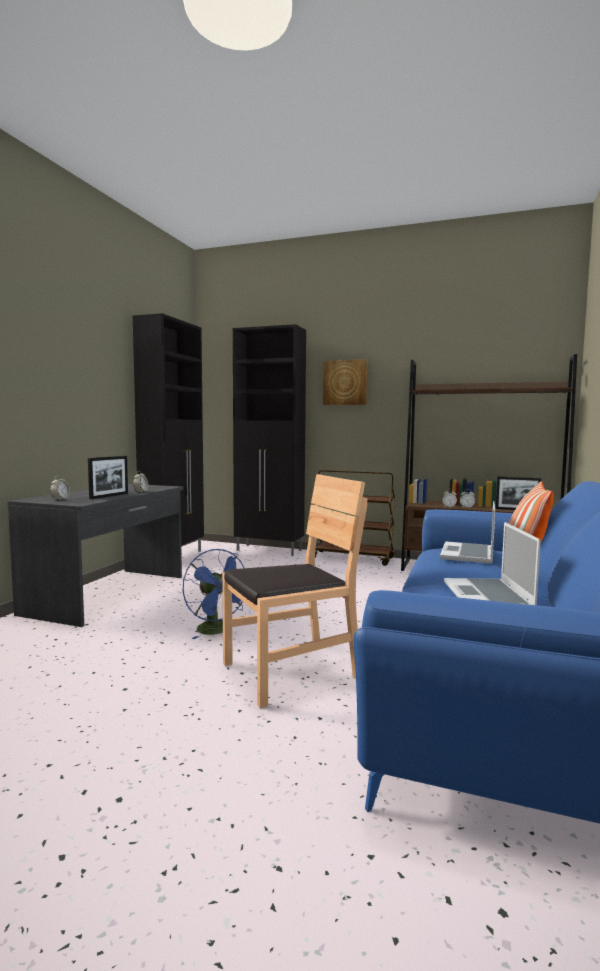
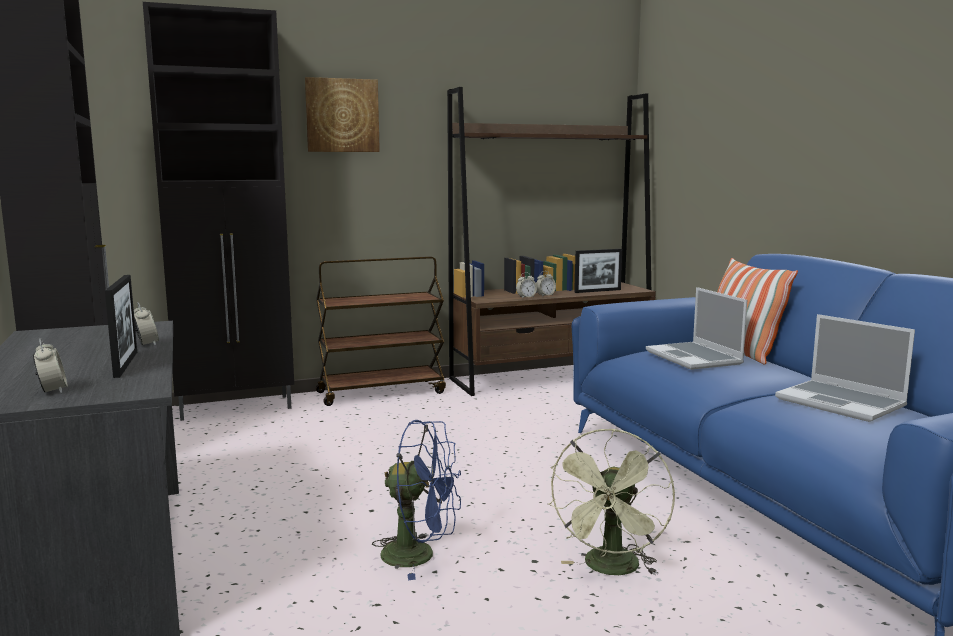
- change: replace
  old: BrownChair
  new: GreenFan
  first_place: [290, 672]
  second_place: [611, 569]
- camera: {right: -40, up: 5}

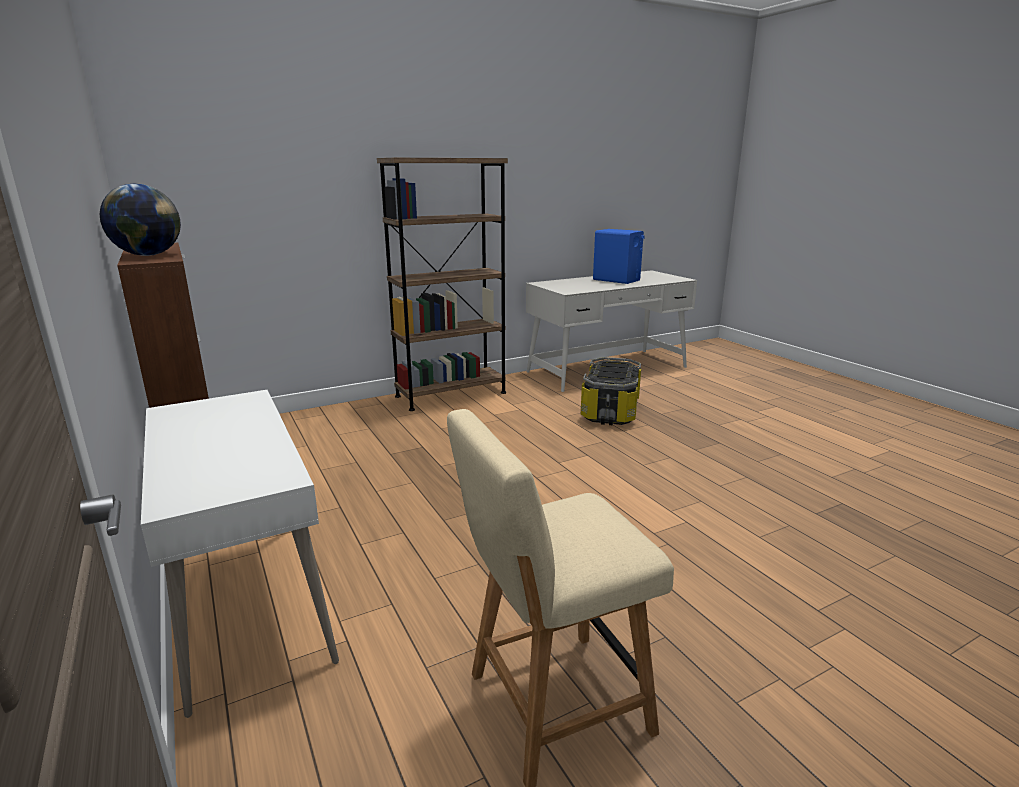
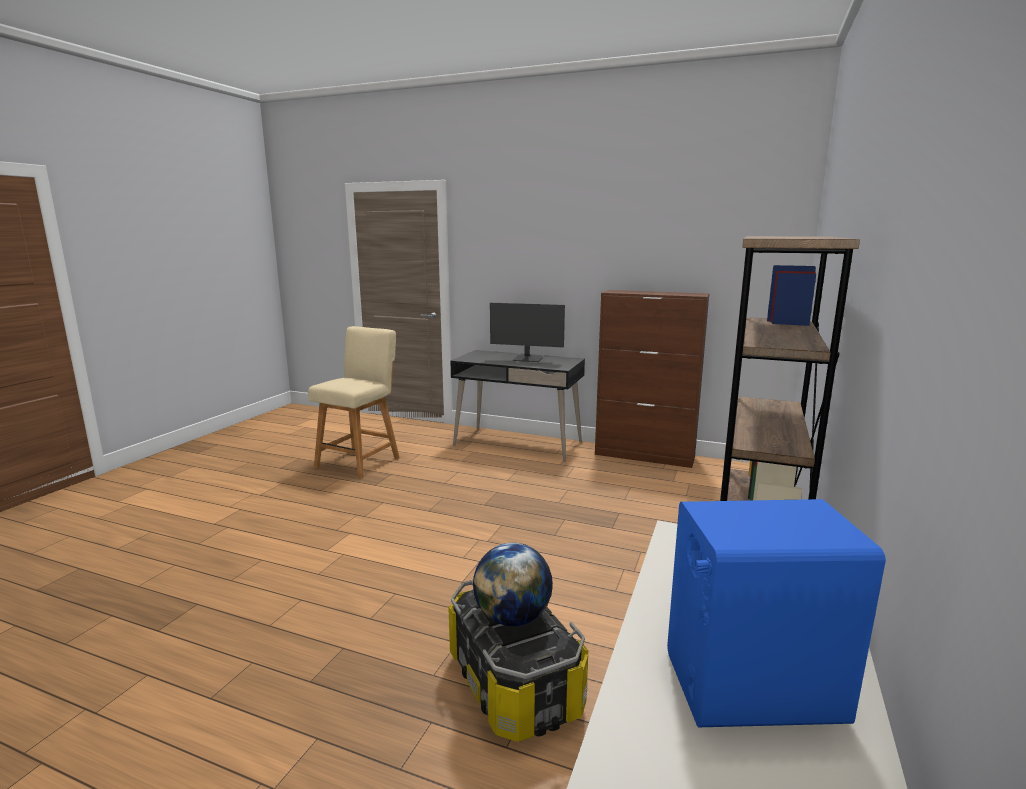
- change: move
  old: Globe
  first_place: [148, 255]
  second_place: [513, 617]
- change: recolor
  old: WhiteDesk
  new: BlackDesk
  first_place: [247, 604]
  second_place: [518, 444]
- change: insert
  new: Monitor
  second_place: [527, 359]
- camera: {right: 140, up: -5}

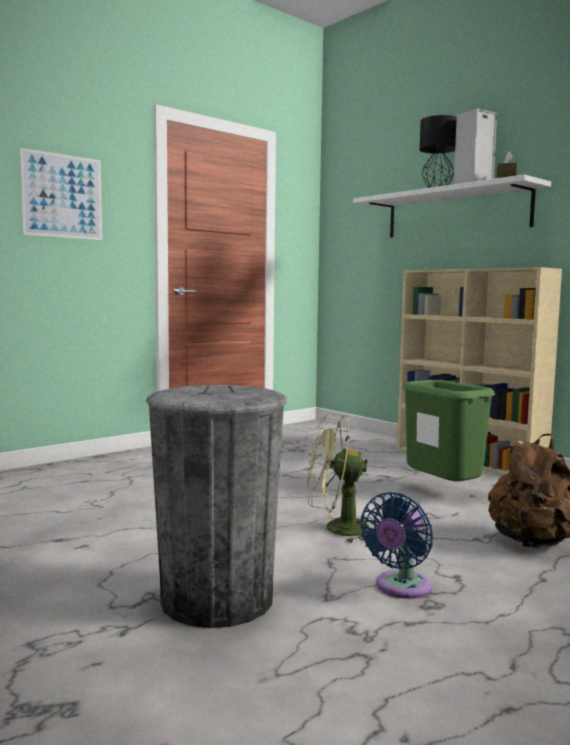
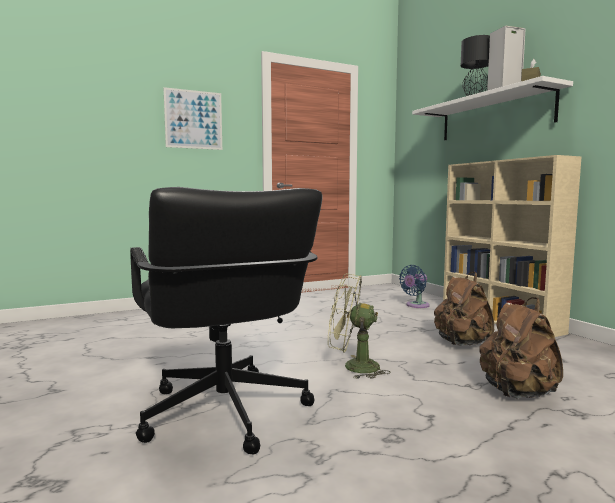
- change: replace
  old: GreyTrashCan
  new: BlackOfficeChair
  first_place: [217, 599]
  second_place: [224, 413]
- change: move
  old: BlueFan
  first_place: [400, 588]
  second_place: [416, 305]
- change: replace
  old: GreenTrashCan
  new: BrownBackpack
  first_place: [443, 492]
  second_place: [461, 344]
- camera: {right: 15, up: 0}

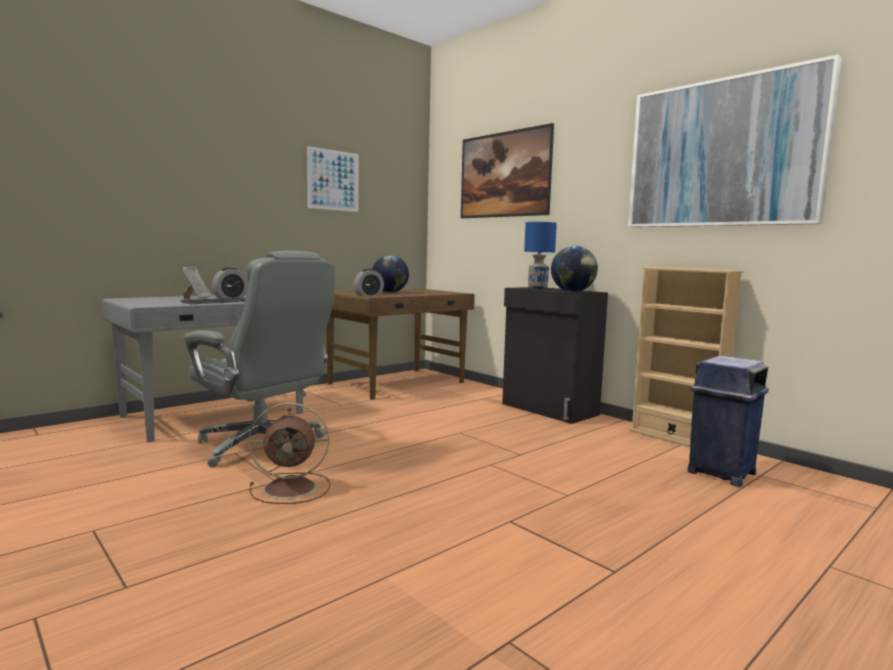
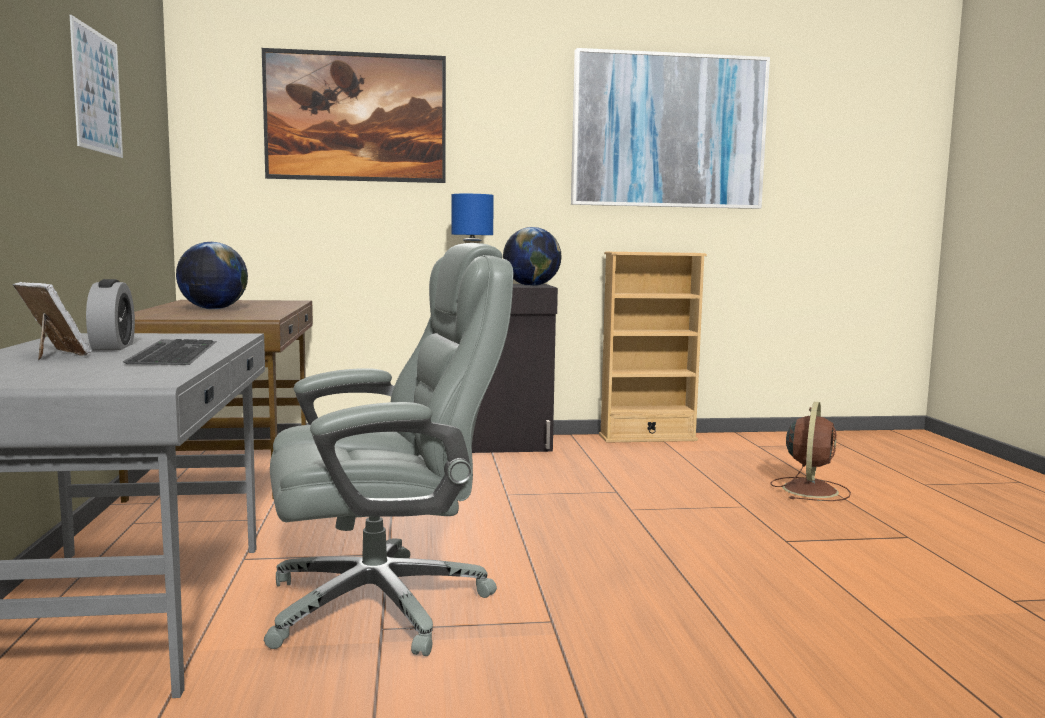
- change: move
  old: BrownFan
  first_place: [292, 488]
  second_place: [810, 489]
- change: delete
  old: AlarmClock
  first_place: [368, 295]
- change: delete
  old: BlueTrashCan
  first_place: [720, 473]
- camera: {right: -55, up: 0}

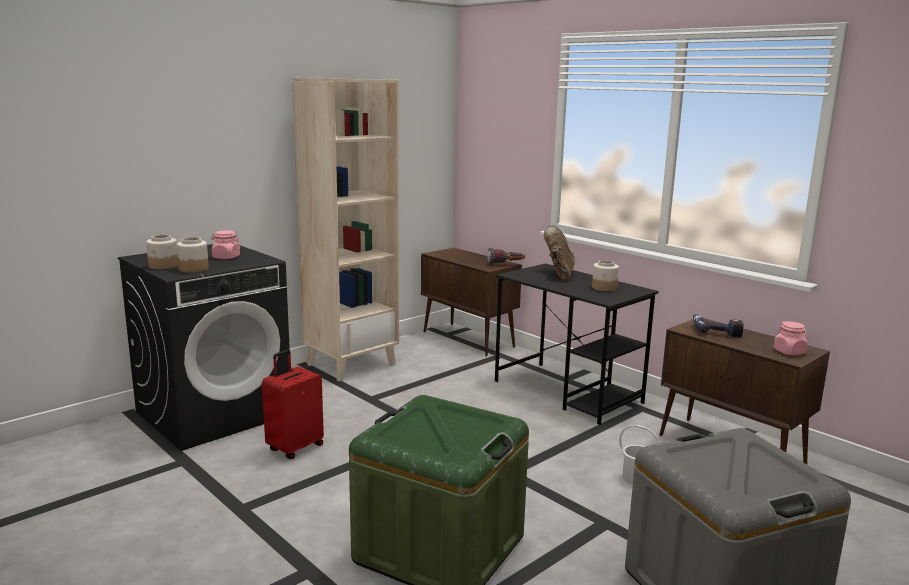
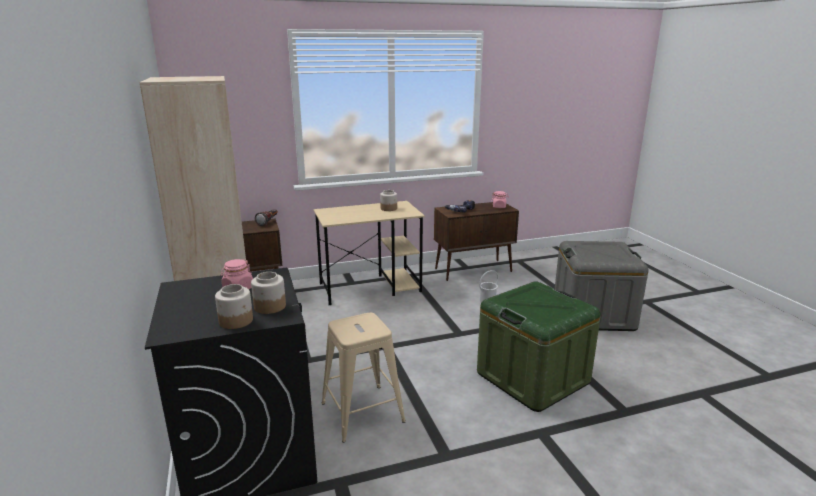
- change: replace
  old: RedSuitcase
  new: BeigeStool
  first_place: [294, 448]
  second_place: [363, 412]
- change: recolor
  old: BlackDesk
  new: BeigeDesk
  first_place: [568, 392]
  second_place: [371, 287]
- change: delete
  old: BrownBoot
  first_place: [559, 274]
- camera: {right: -65, up: 5}

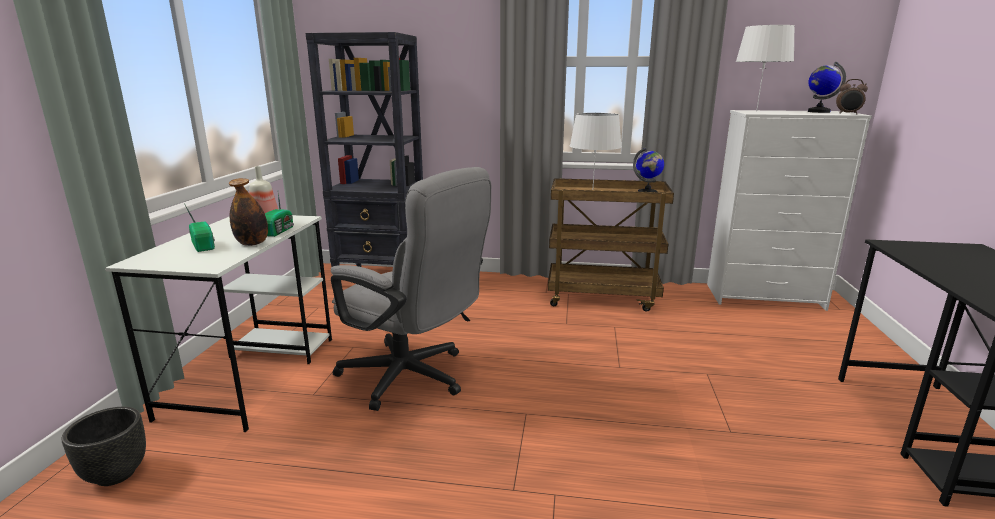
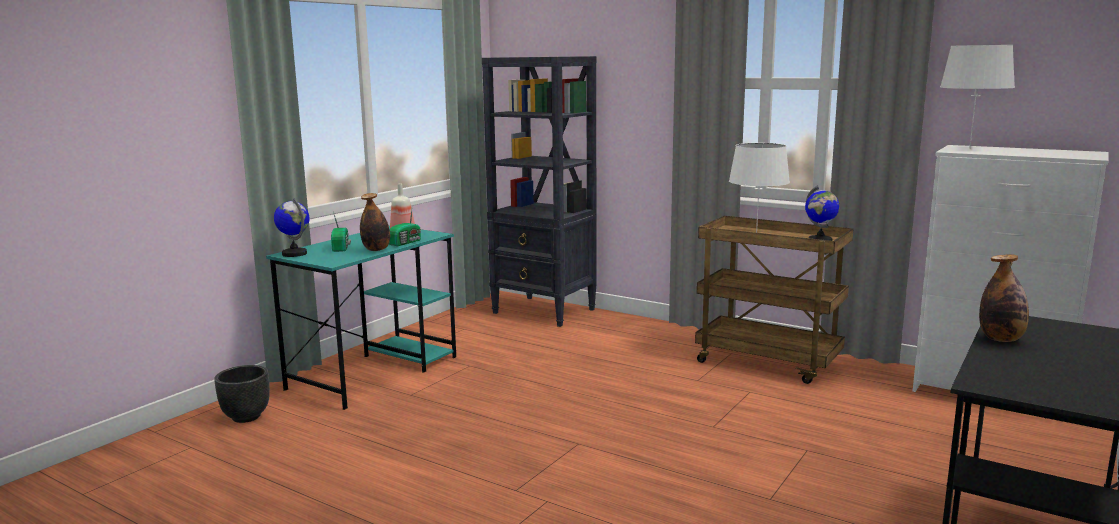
- change: recolor
  old: WhiteDesk
  new: TurquoiseDesk
  first_place: [253, 374]
  second_place: [375, 372]
- change: delete
  old: GreyOfficeChair
  first_place: [413, 378]
- change: move
  old: Globe
  first_place: [818, 112]
  second_place: [294, 254]
- change: delete
  old: AlarmClock
  first_place: [848, 114]
- change: insert
  new: Bottle
  second_place: [1001, 339]
- camera: {right: 25, up: -5}

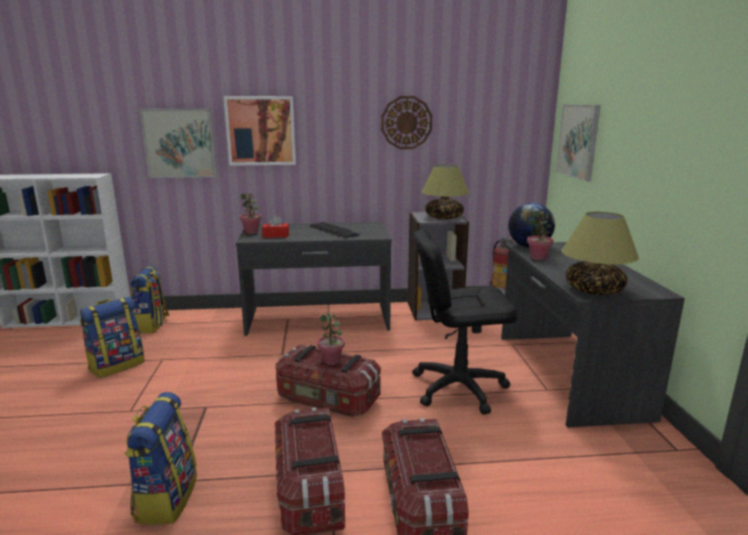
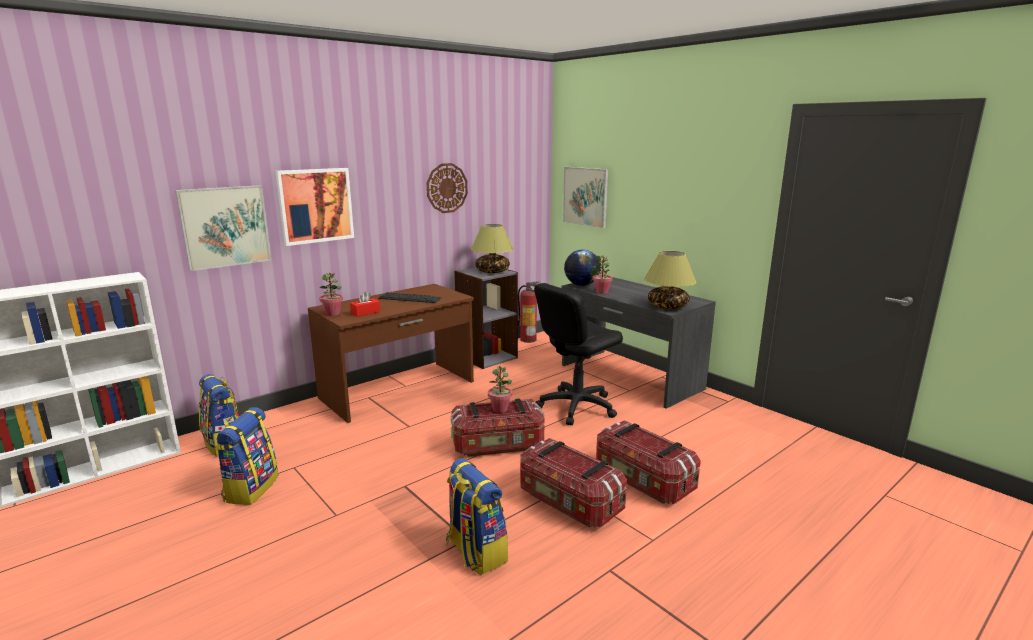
- change: recolor
  old: GreyDesk
  new: BrownDesk
  first_place: [318, 319]
  second_place: [399, 390]
- camera: {right: -35, up: 0}

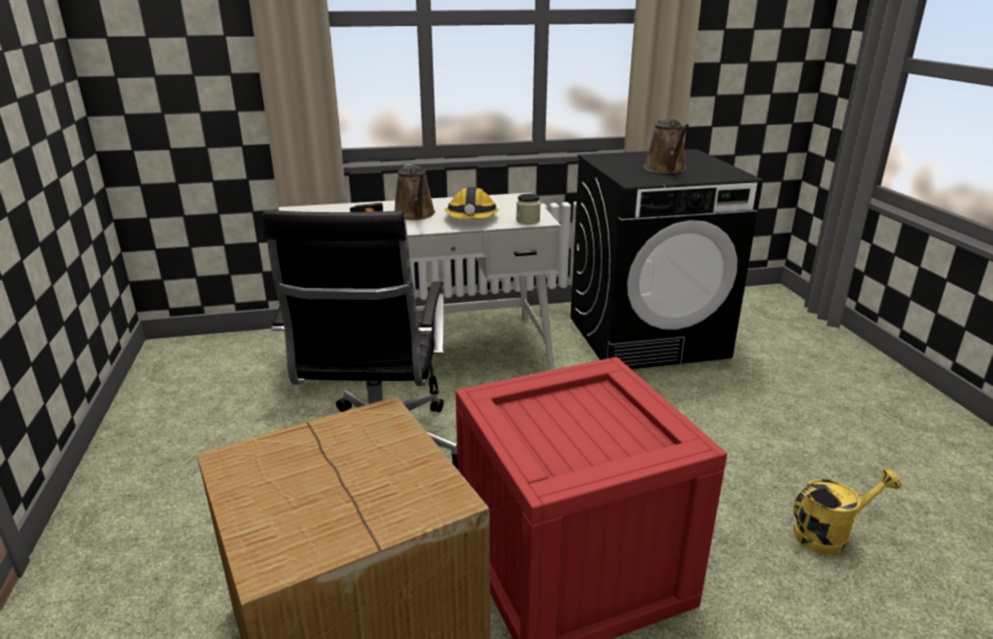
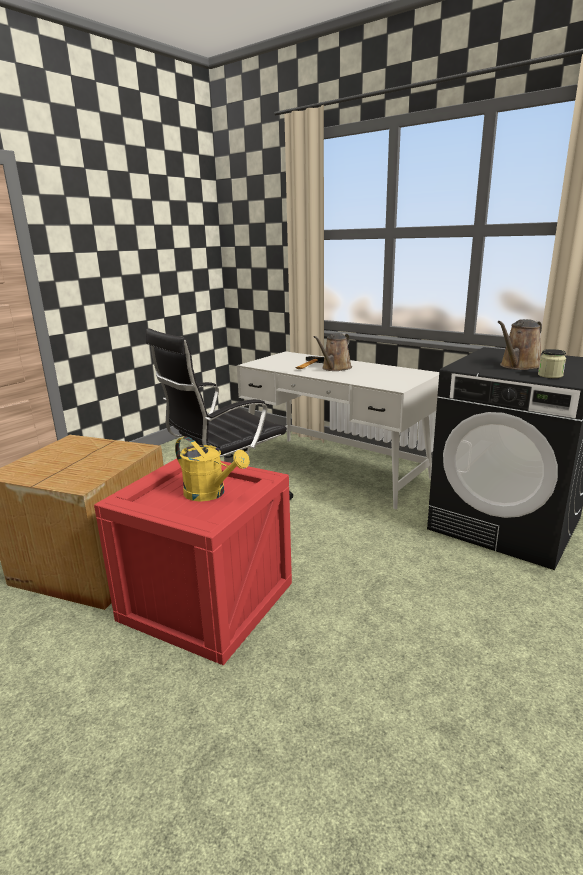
- change: delete
  old: HardHat
  first_place: [472, 219]
- change: move
  old: Jar
  first_place: [528, 220]
  second_place: [550, 375]
- change: move
  old: YellowWateringCan
  first_place: [829, 534]
  second_place: [210, 494]
- camera: {right: 50, up: -5}

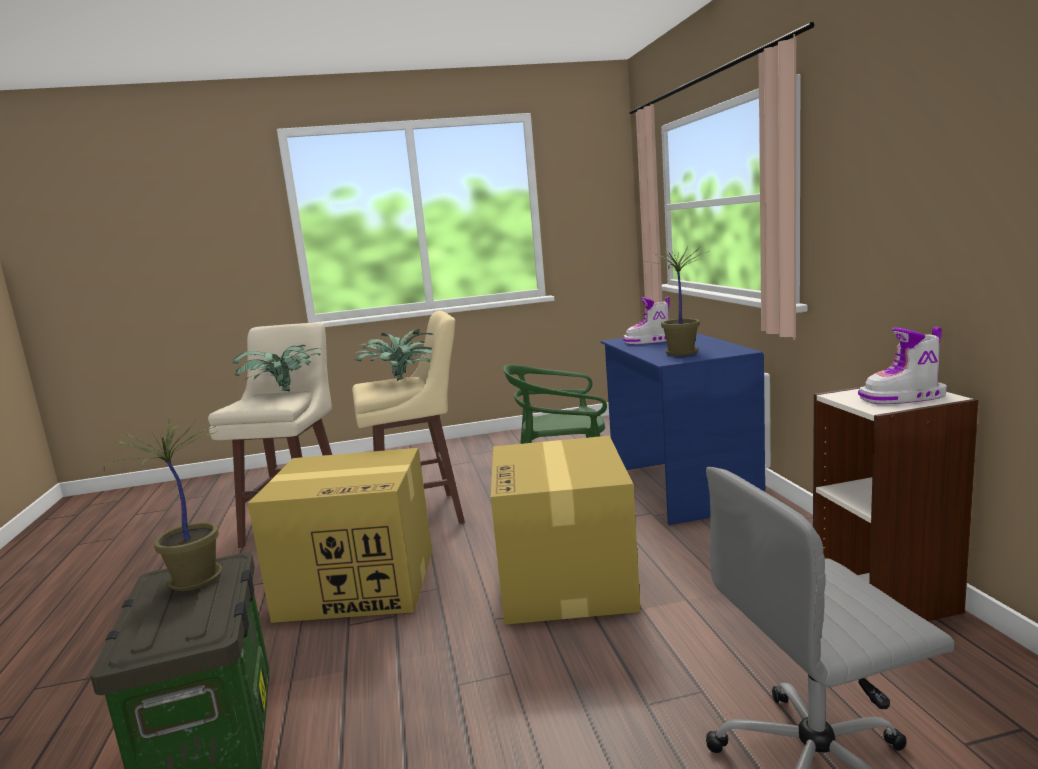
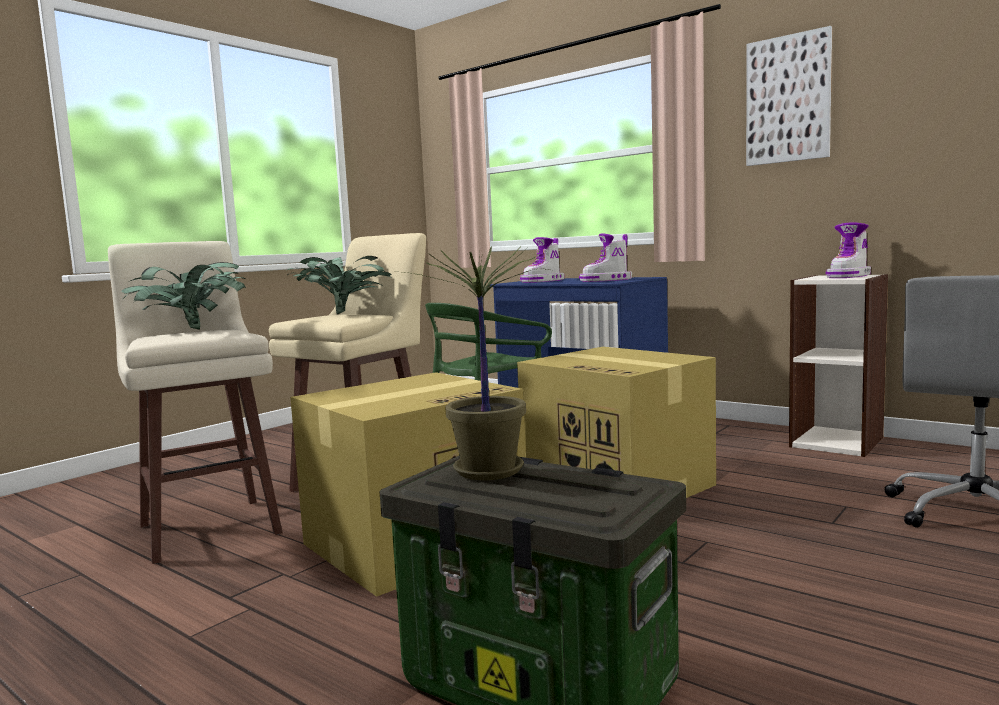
- change: replace
  old: PottedPlant
  new: Boot
  first_place: [682, 353]
  second_place: [606, 280]
- change: insert
  new: Picture
  second_place: [788, 99]
- camera: {right: -40, up: -5}

